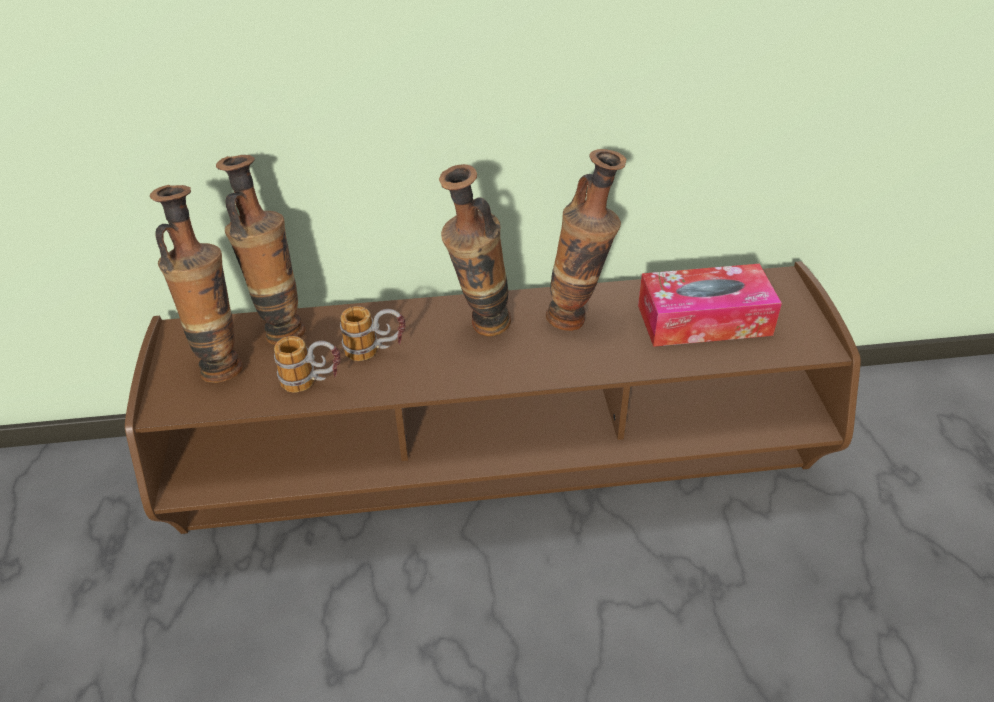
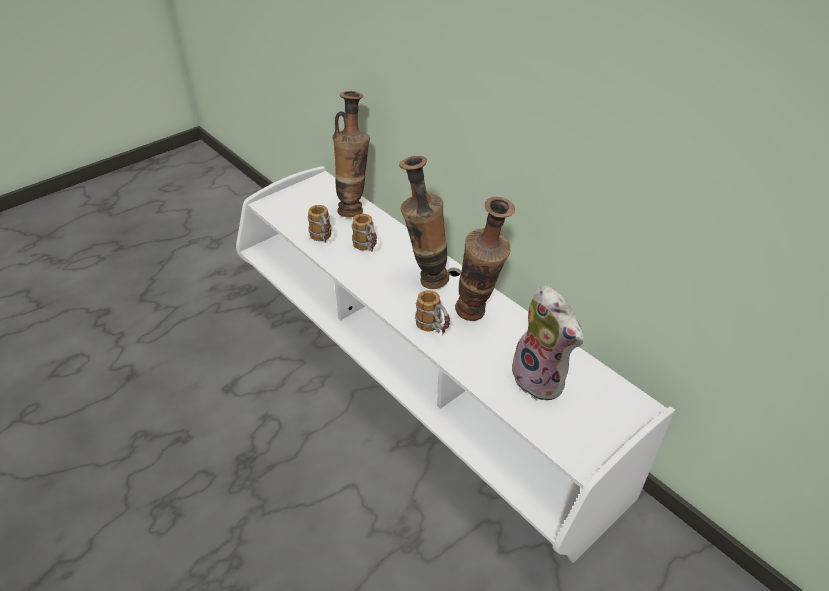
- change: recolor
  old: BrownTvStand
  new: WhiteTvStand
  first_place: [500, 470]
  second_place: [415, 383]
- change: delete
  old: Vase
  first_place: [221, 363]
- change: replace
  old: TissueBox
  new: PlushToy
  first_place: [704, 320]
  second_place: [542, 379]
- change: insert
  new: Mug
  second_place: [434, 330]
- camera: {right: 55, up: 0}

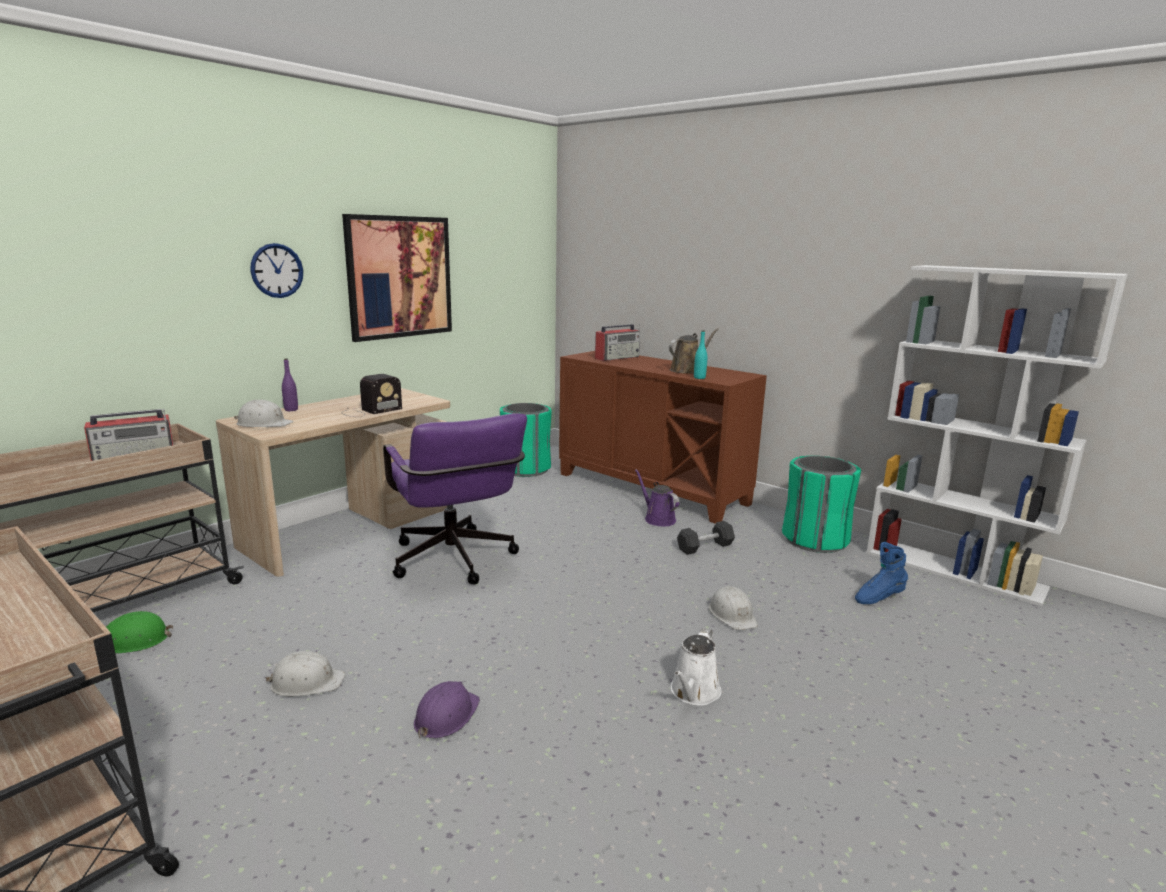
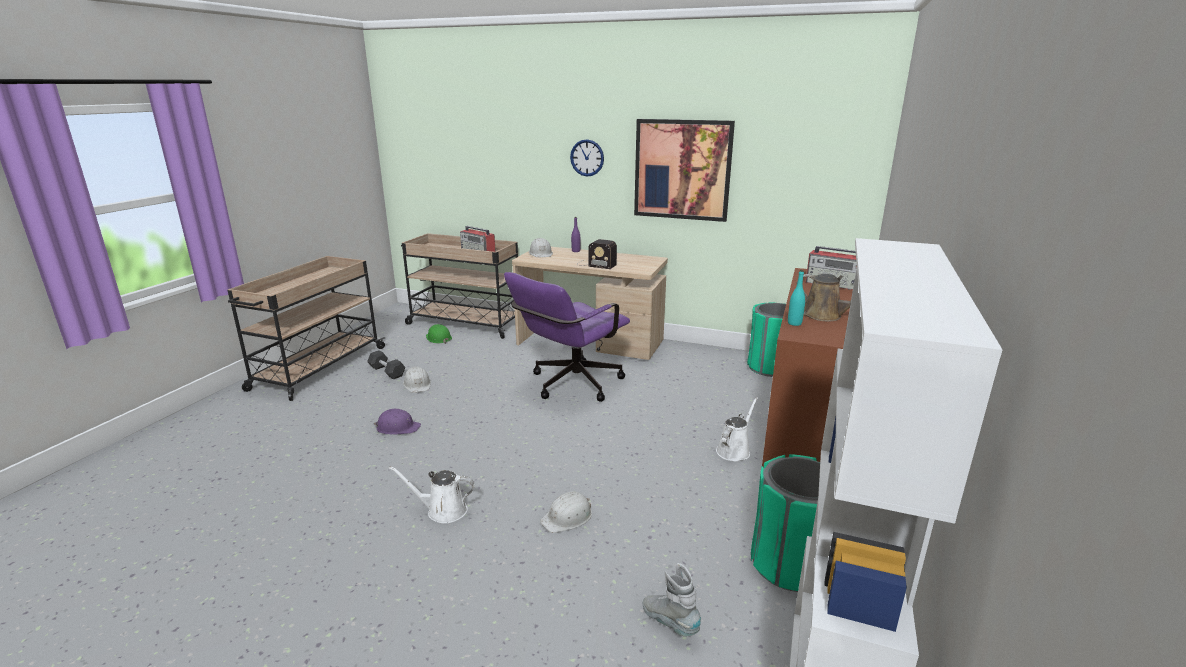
- change: recolor
  old: PurpleWateringCan
  new: WhiteWateringCan
  first_place: [657, 519]
  second_place: [734, 450]
- change: move
  old: GreyDumbbell
  first_place: [705, 547]
  second_place: [387, 371]
- change: recolor
  old: BlueBoot
  new: GreyBoot
  first_place: [878, 598]
  second_place: [670, 622]
- camera: {right: 70, up: 5}

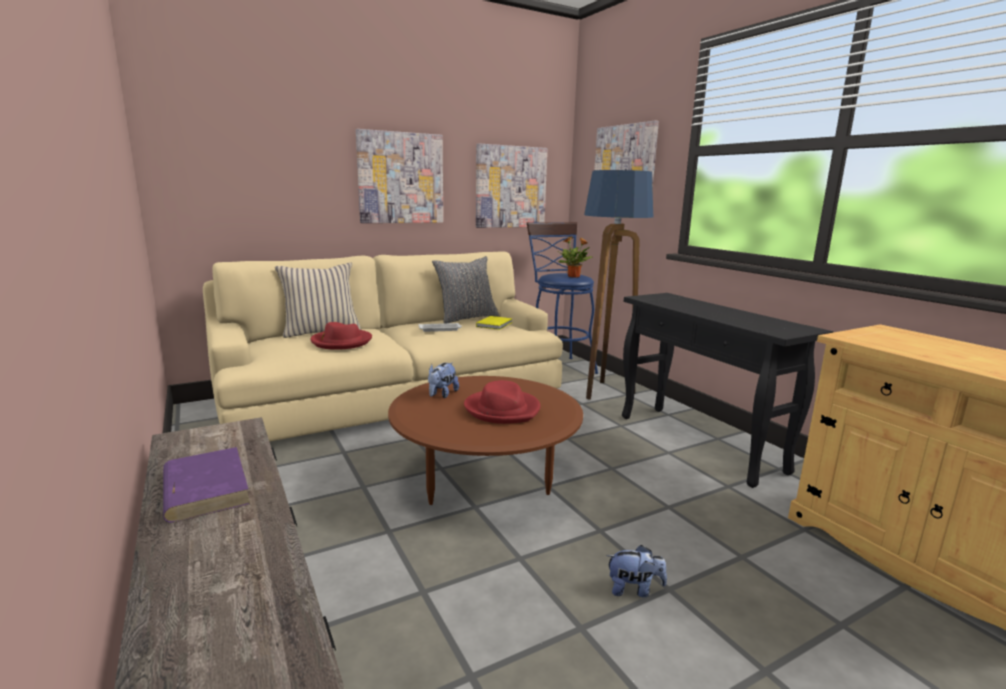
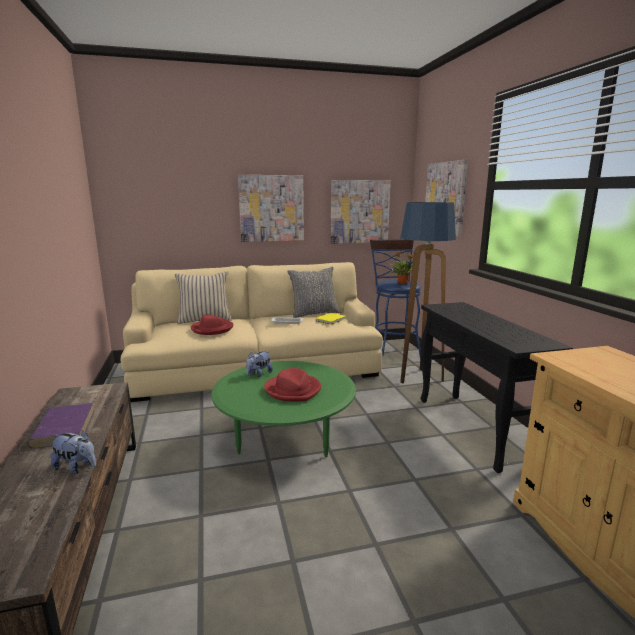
- change: recolor
  old: BrownCoffeeTable
  new: GreenCoffeeTable
  first_place: [485, 481]
  second_place: [285, 441]
- change: move
  old: PlushToy
  first_place: [634, 589]
  second_place: [76, 467]
- camera: {right: 15, up: 0}

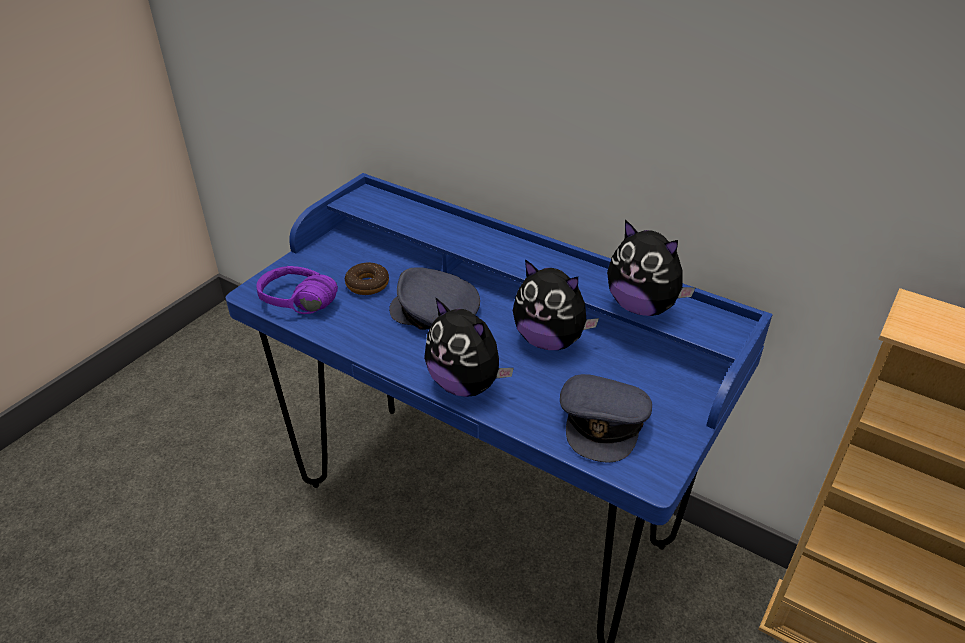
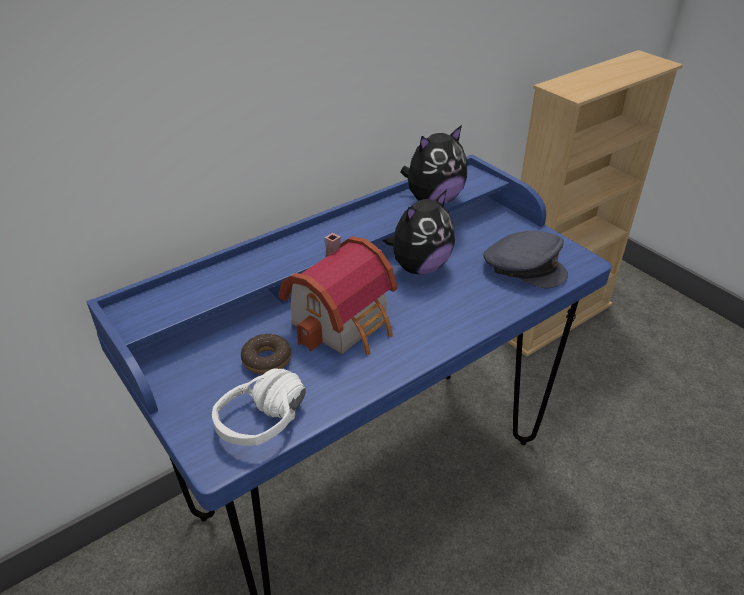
- change: recolor
  old: PurpleHeadphones
  new: WhiteHeadphones
  first_place: [293, 309]
  second_place: [273, 428]
- change: replace
  old: GreyCap
  new: ToyHouse
  first_place: [435, 313]
  second_place: [345, 322]
- change: delete
  old: PlushToy
  first_place: [466, 384]
- camera: {right: -70, up: 0}

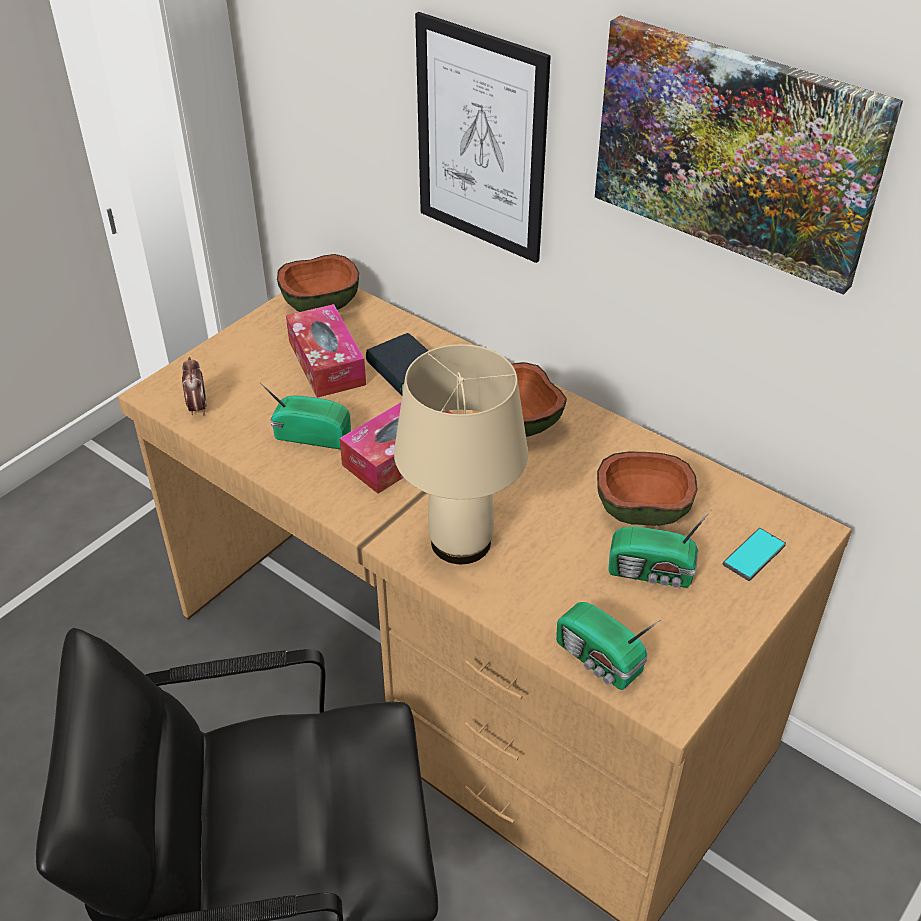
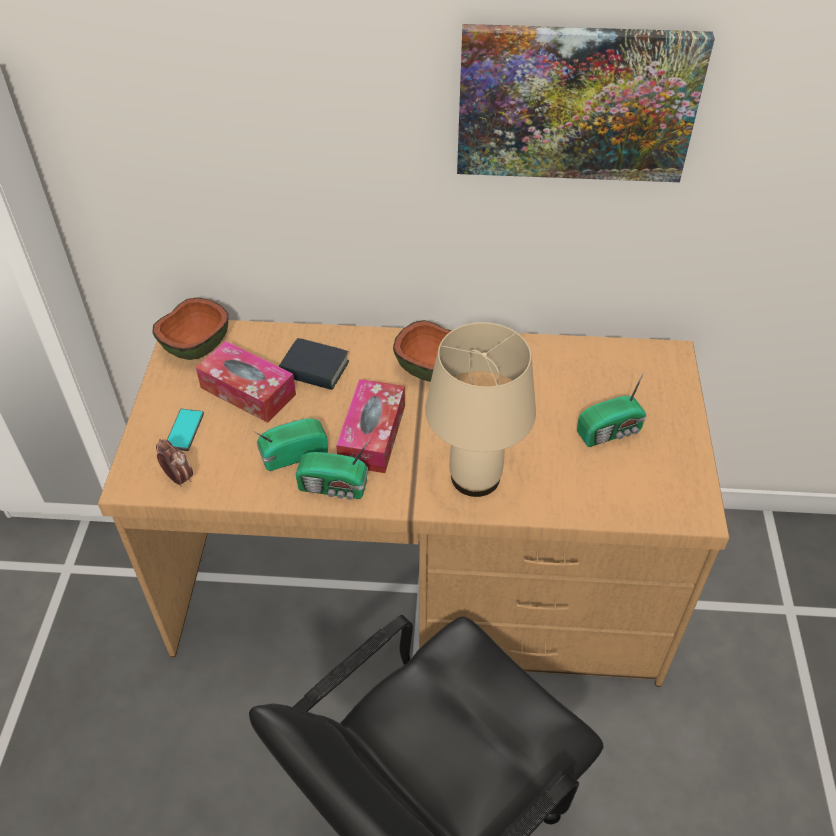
- change: delete
  old: Picture
  first_place: [481, 140]
- change: move
  old: Radio
  first_place: [599, 661]
  second_place: [334, 487]
- change: delete
  old: Bowl
  first_place: [641, 511]
- change: move
  old: Phone
  first_place: [754, 555]
  second_place: [184, 430]
- camera: {right: -35, up: 5}

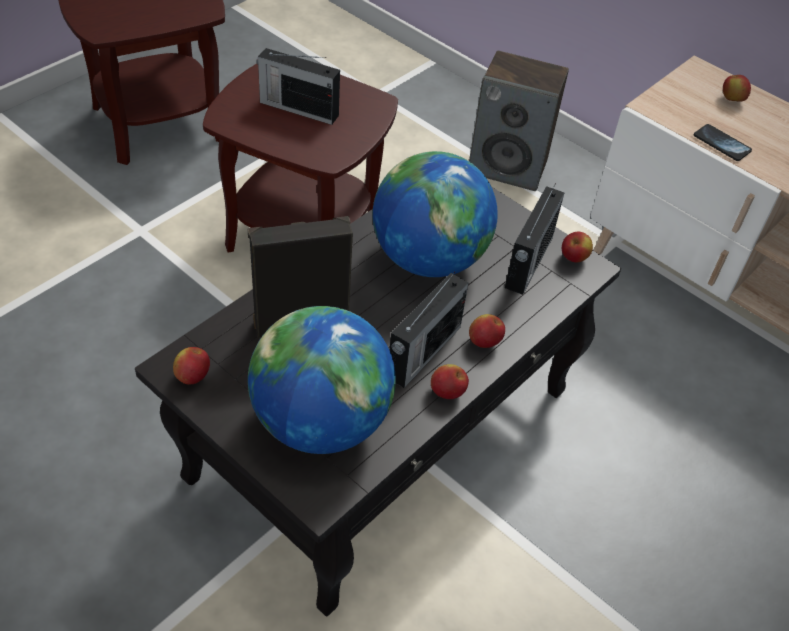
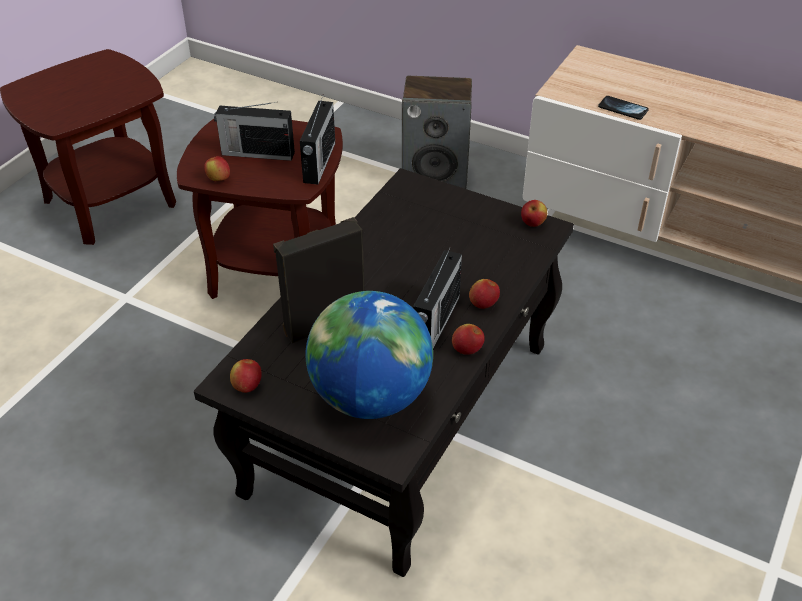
- change: delete
  old: Globe
  first_place: [428, 259]
- change: move
  old: Radio
  first_place: [528, 263]
  second_place: [319, 163]
- change: move
  old: Apple
  first_place: [732, 99]
  second_place: [218, 179]
- camera: {right: -10, up: -5}

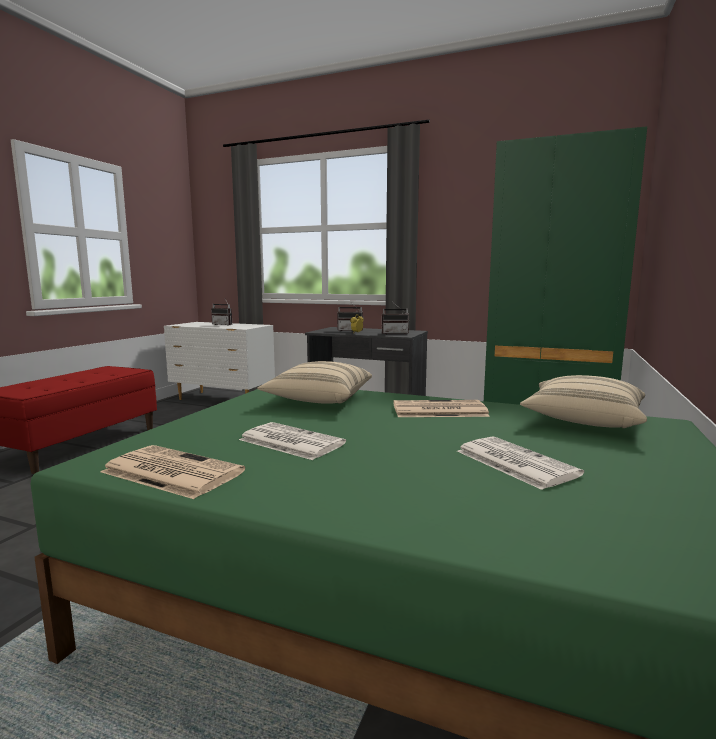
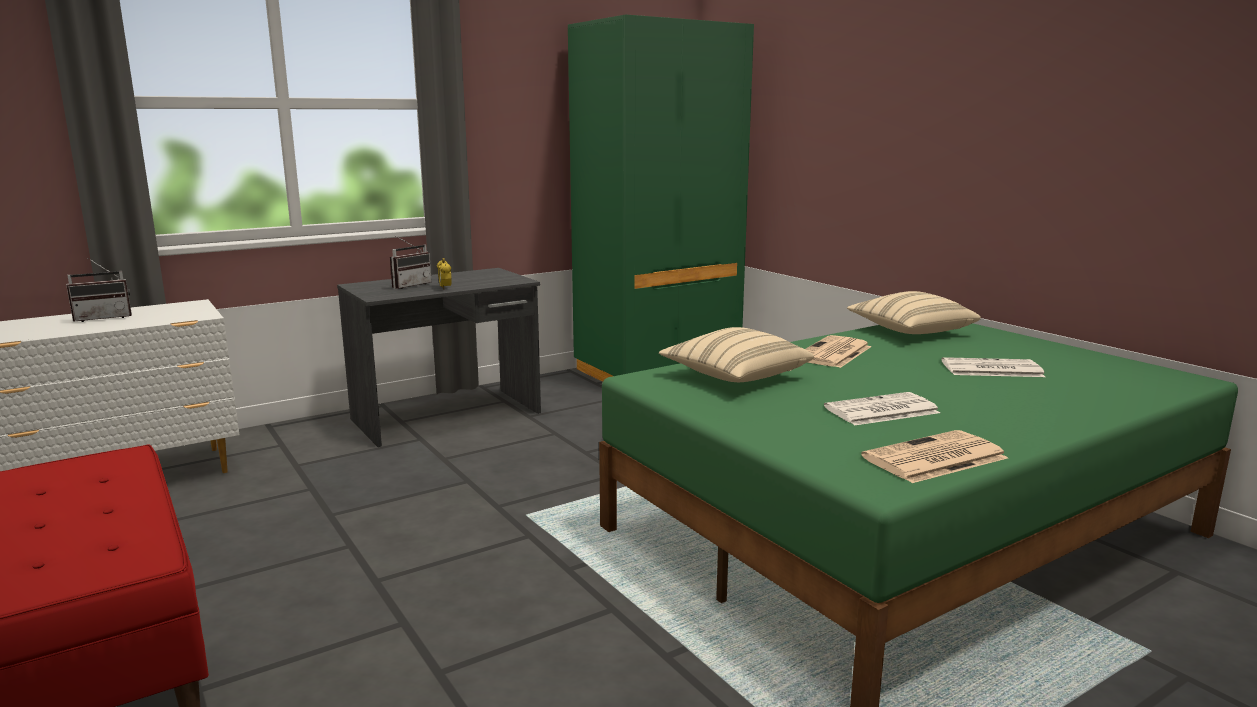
- change: delete
  old: Radio
  first_place: [395, 333]
- camera: {right: -55, up: 5}

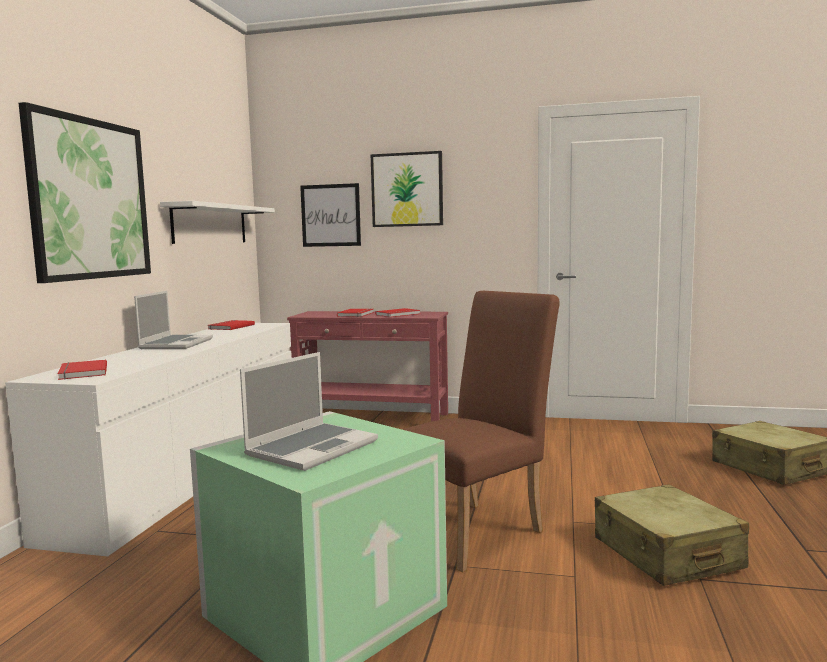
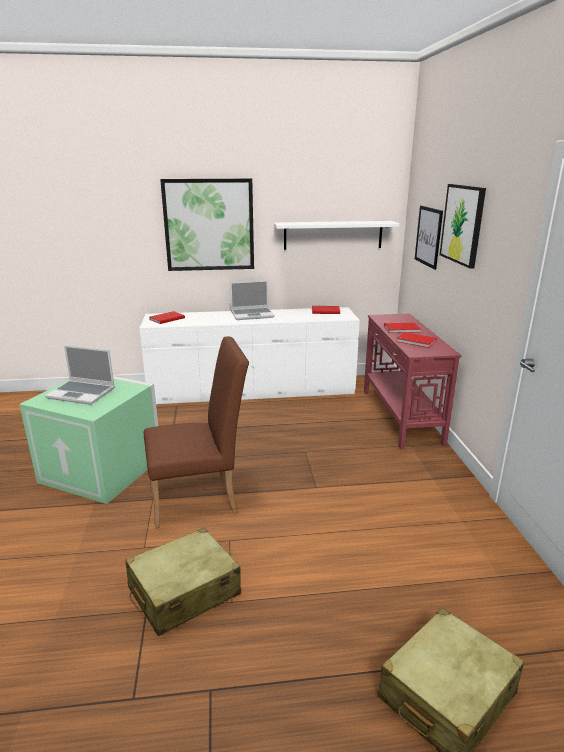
- change: rotate
  old: BrownChair
  first_place: [478, 531]
  second_place: [201, 500]
  degrees: -45
- camera: {right: 70, up: 15}

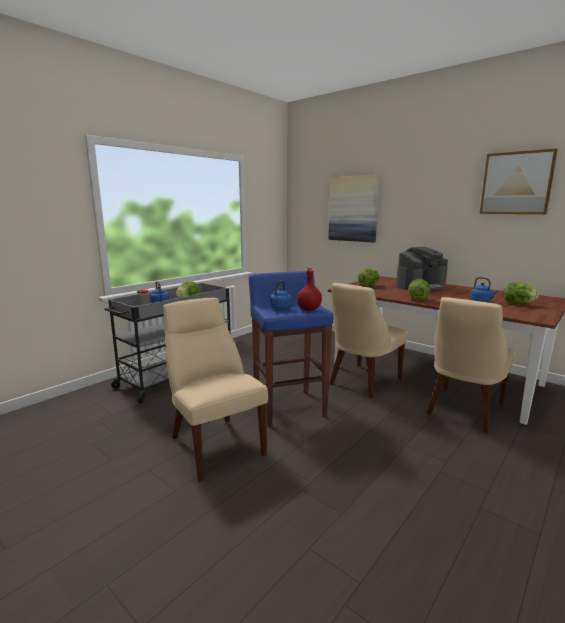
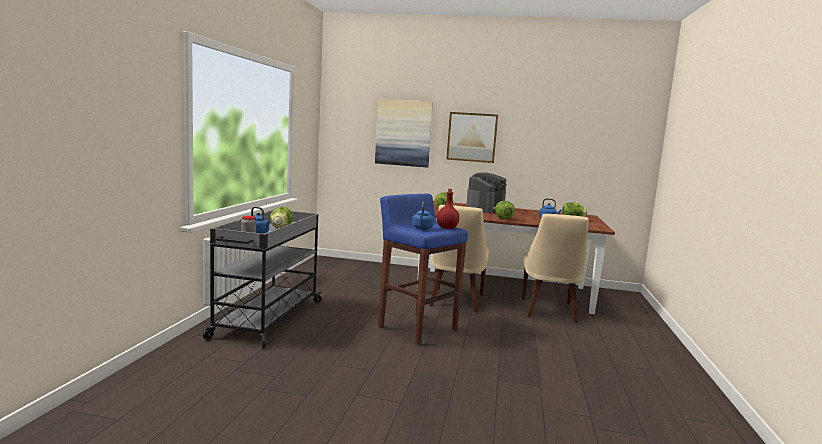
- change: delete
  old: BeigeChair
  first_place: [214, 443]
- change: move
  old: Picture
  first_place: [516, 183]
  second_place: [472, 137]
- camera: {right: -30, up: -5}

